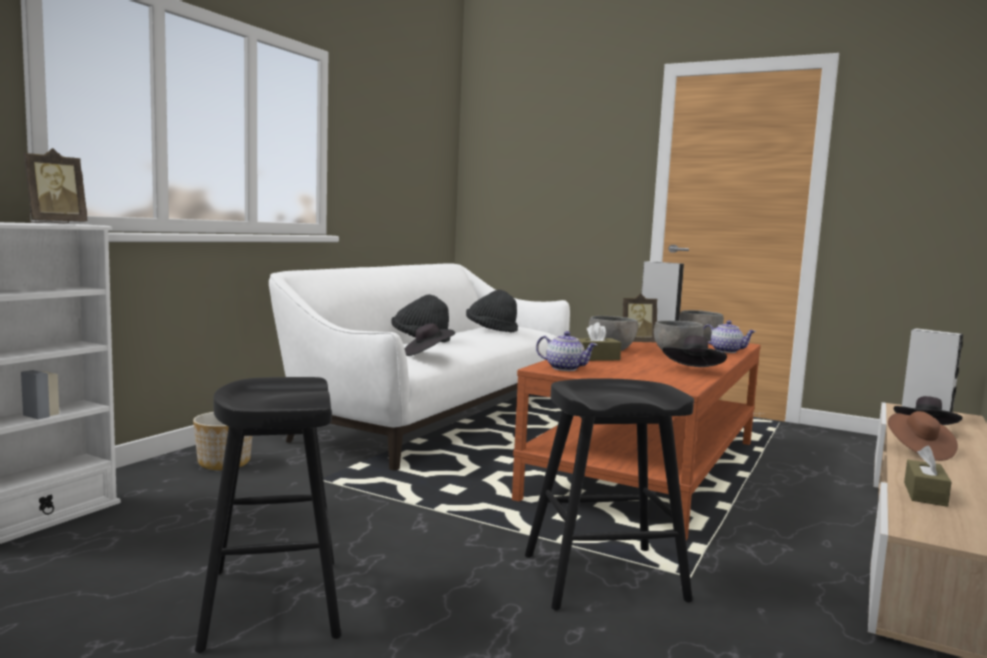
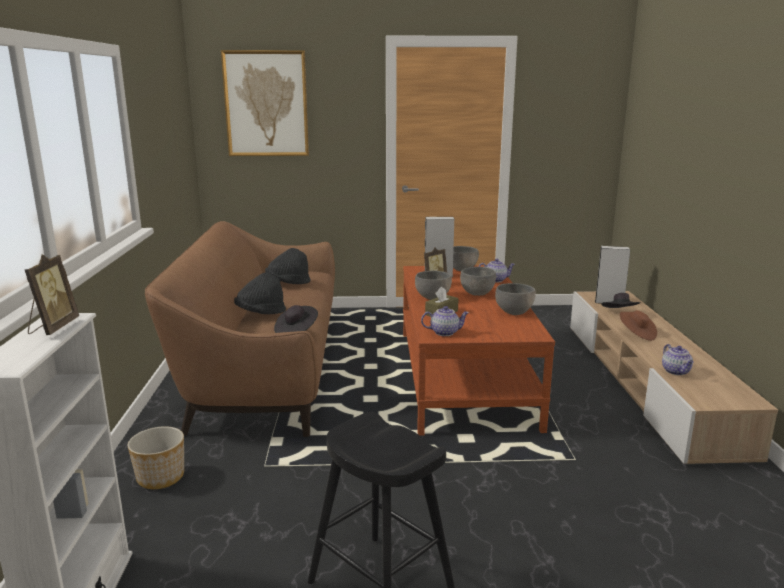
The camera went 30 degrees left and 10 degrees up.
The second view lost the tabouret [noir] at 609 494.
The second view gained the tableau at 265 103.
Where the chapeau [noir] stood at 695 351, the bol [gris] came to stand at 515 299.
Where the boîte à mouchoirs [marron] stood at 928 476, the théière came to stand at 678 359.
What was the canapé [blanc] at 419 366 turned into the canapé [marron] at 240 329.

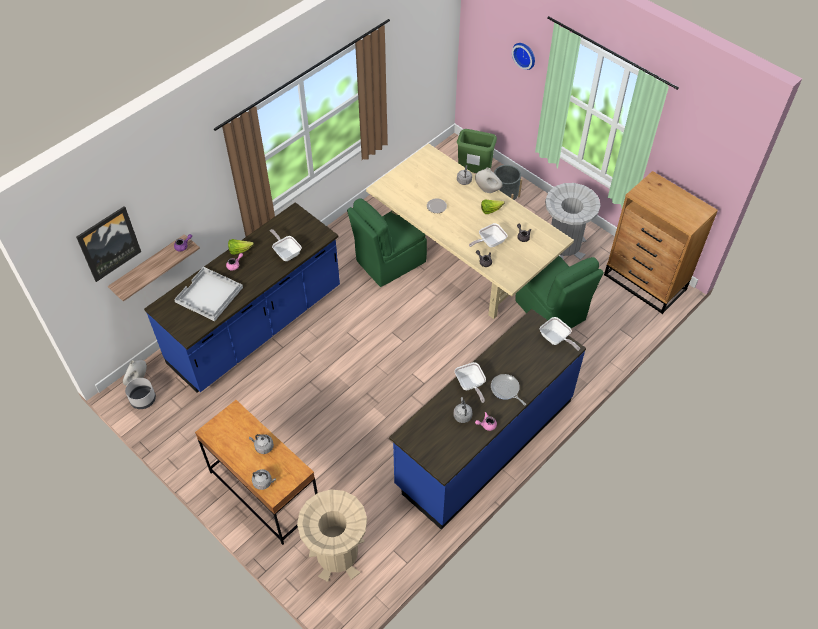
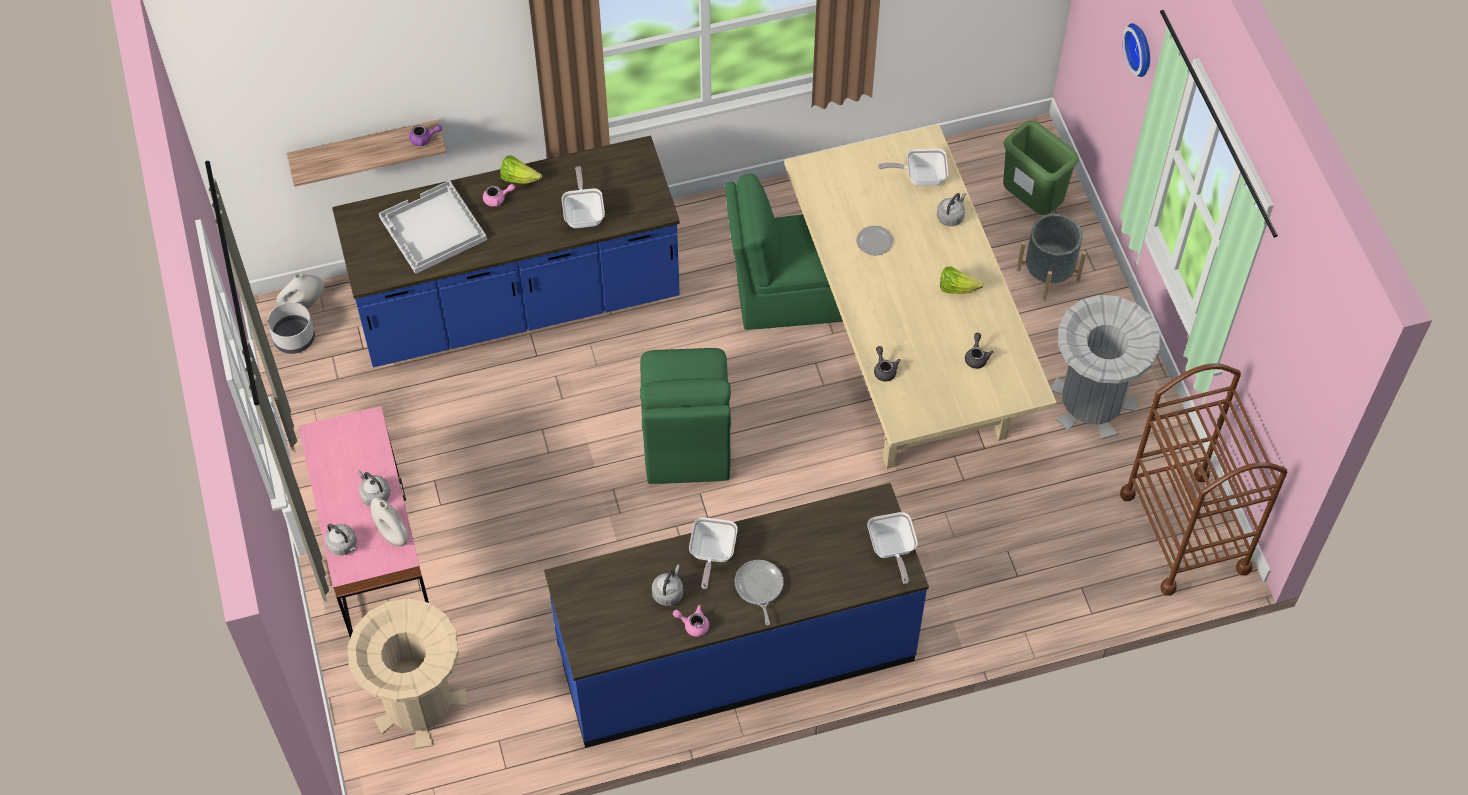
The camera went 30 degrees right and 5 degrees up.
The second view lost the tableau at 108 244.
The poêle ended up elsewhere, having gone from 488 235 to 913 167.
The vase [blanc] ended up elsewhere, having gone from 489 180 to 389 521.
The chaise [vert] ended up elsewhere, having gone from 559 292 to 685 416.
Where the commode [marron] stood at 661 242, the chariot [marron] came to stand at 1204 479.
What was the bureau [marron] at 256 472 turned into the bureau [rose] at 363 522.

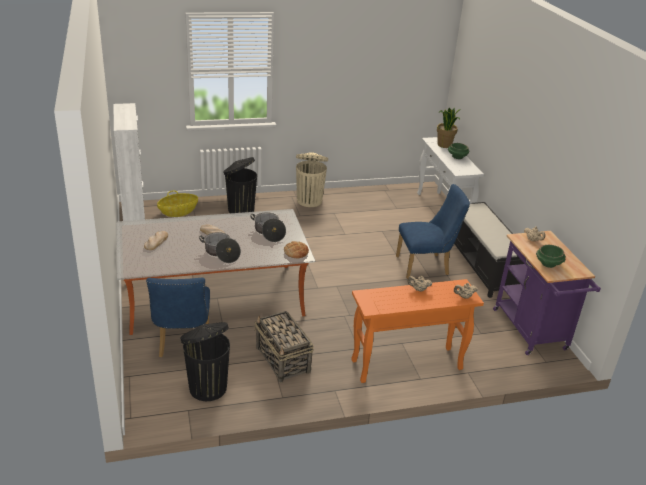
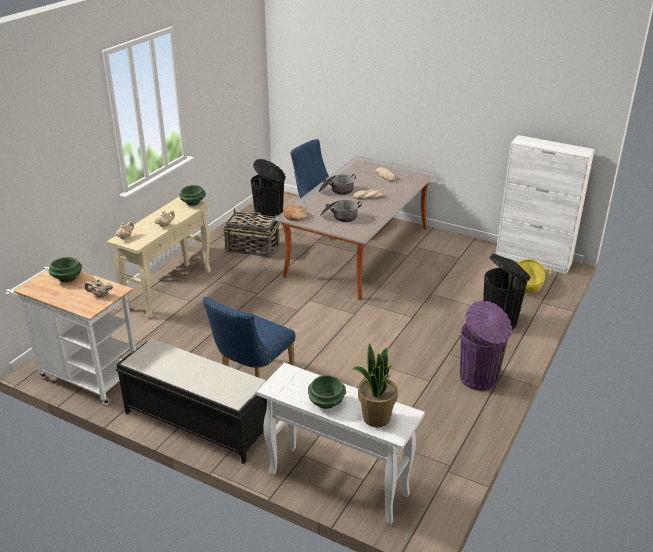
The camera went 135 degrees right and 0 degrees up.
The second view gained the bol [vert] at 192 195.
What was the poubelle [beige] at 312 179 turned into the poubelle [violet] at 486 346.
What was the table console [orange] at 417 331 turned into the table console [beige] at 159 258.
What was the chariot [violet] at 547 293 turned into the chariot [blanc] at 70 336.

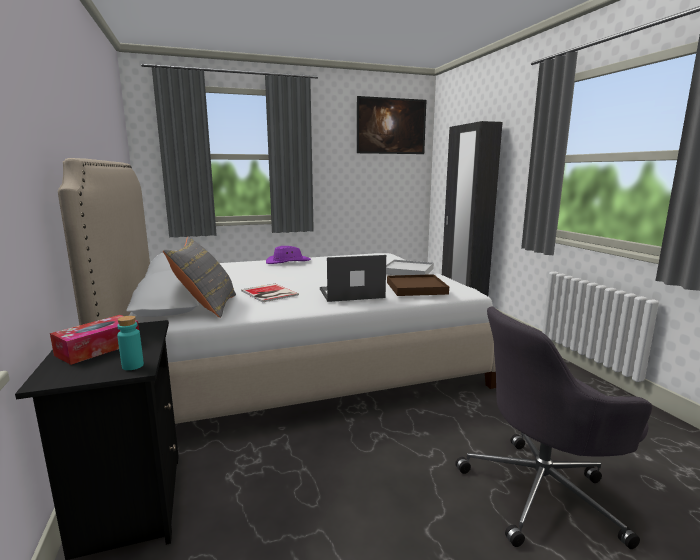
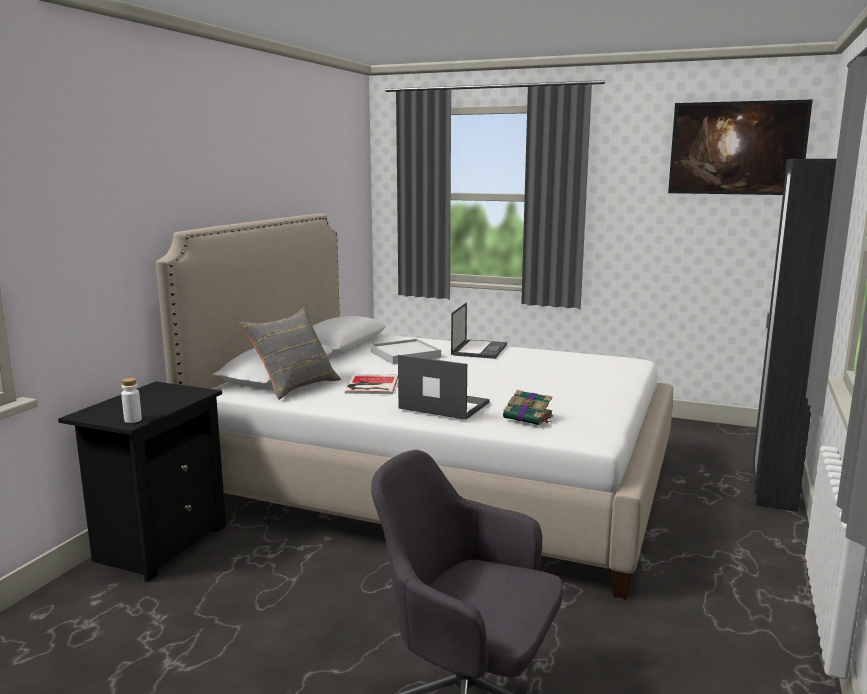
The camera went 40 degrees right and 0 degrees up.
The second view lost the boîte à mouchoirs at 94 340.
The plateau [blanc] ended up elsewhere, having gone from 410 267 to 406 351.
Where the chapeau [violet] stood at 288 255, the ordinateur portable came to stand at 479 331.
Where the plateau [marron] stood at 418 285, the livre came to stand at 528 407.
What was the bouteille [turquoise] at 130 343 turned into the bouteille [blanc] at 131 400.

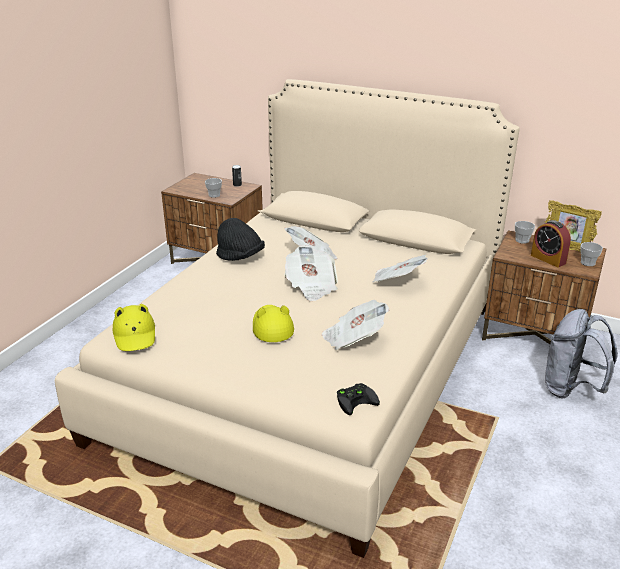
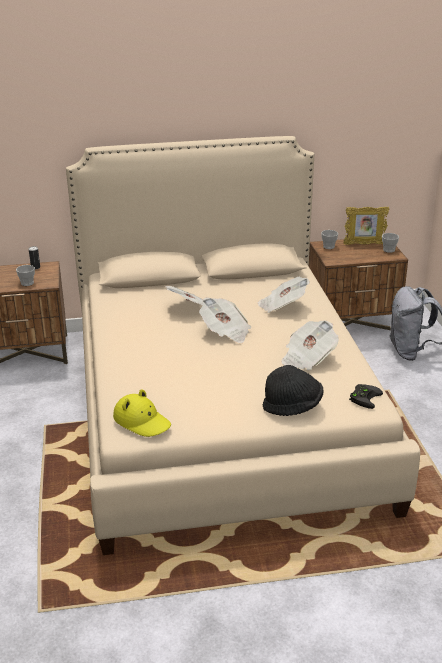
The camera went 35 degrees left and 0 degrees up.
The second view lost the chapeau [jaune] at 273 323.
The second view lost the réveil at 551 243.
The chapeau [noir] ended up elsewhere, having gone from 240 239 to 293 390.

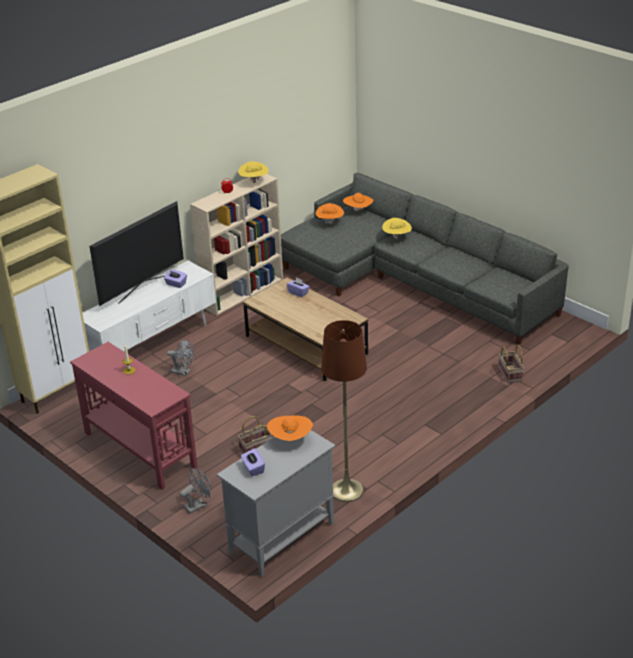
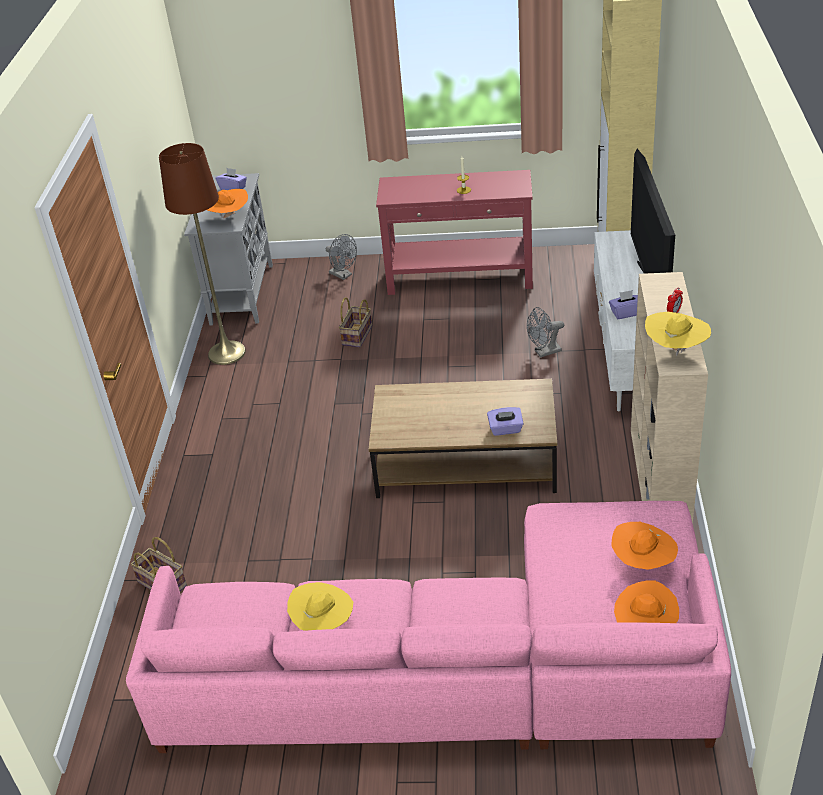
The camera went 140 degrees right and 5 degrees up.
The chapeau [jaune] ended up elsewhere, having gone from 397 228 to 320 606.
What was the canapé [gris] at 425 259 turned into the canapé [rose] at 428 627.
The ventilateur [gris] at 196 491 ended up facing another way, 60 degrees counterclockwise from before.

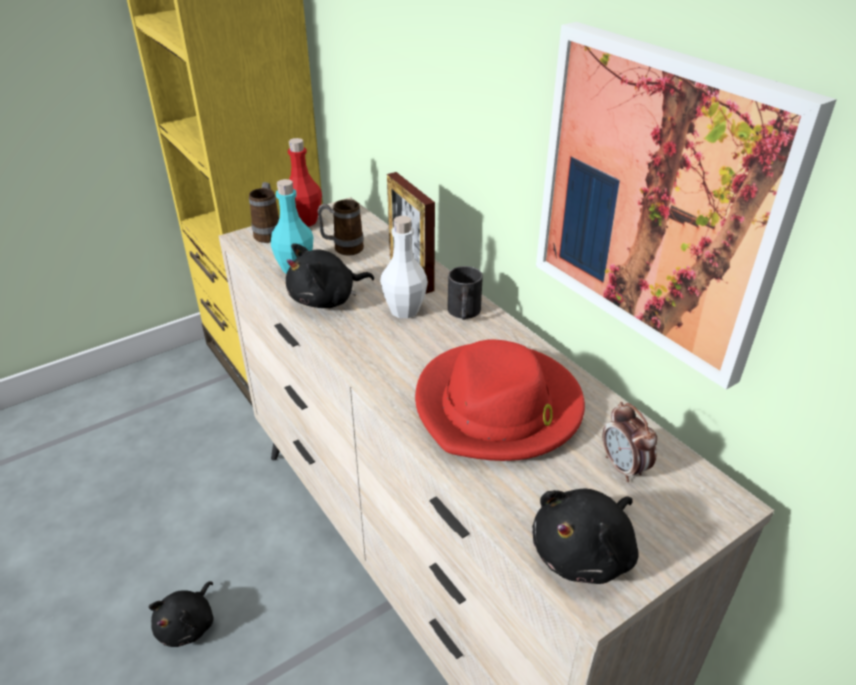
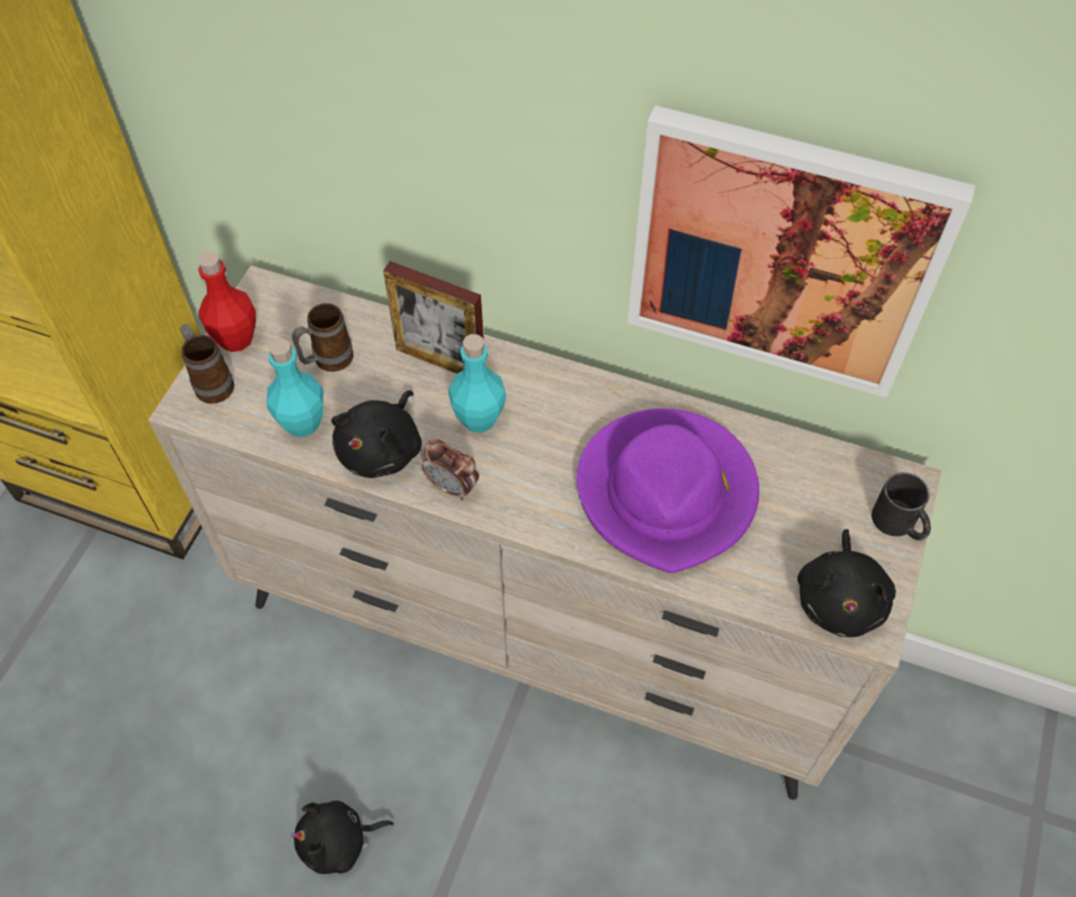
The camera went 35 degrees left and 20 degrees up.
The mug [noir] ended up elsewhere, having gone from 465 293 to 901 506.
The réveil ended up elsewhere, having gone from 630 442 to 450 470.
What was the bouteille [blanc] at 404 267 turned into the bouteille [turquoise] at 477 383.
What was the chapeau [rouge] at 500 400 turned into the chapeau [violet] at 668 490.
The peluche [noir] at 181 614 ended up facing another way, 90 degrees clockwise from before.

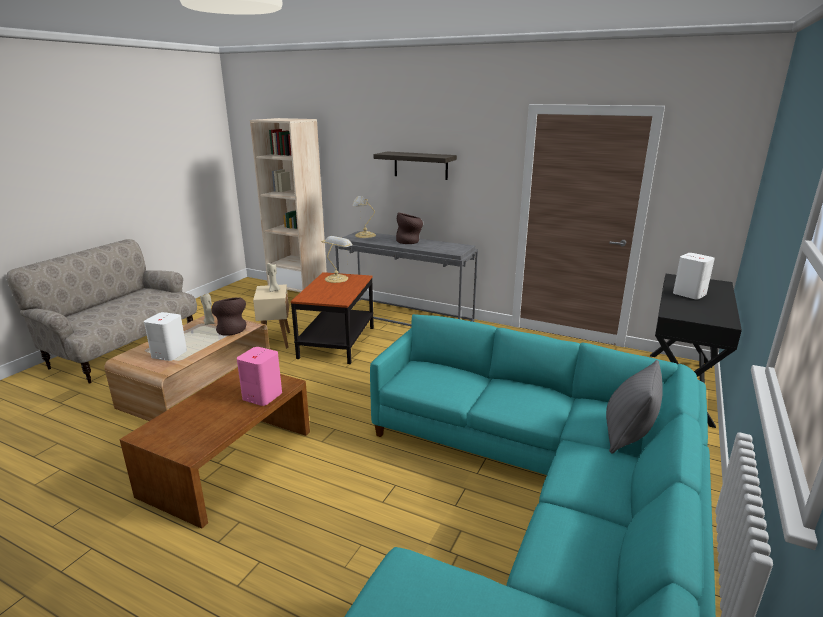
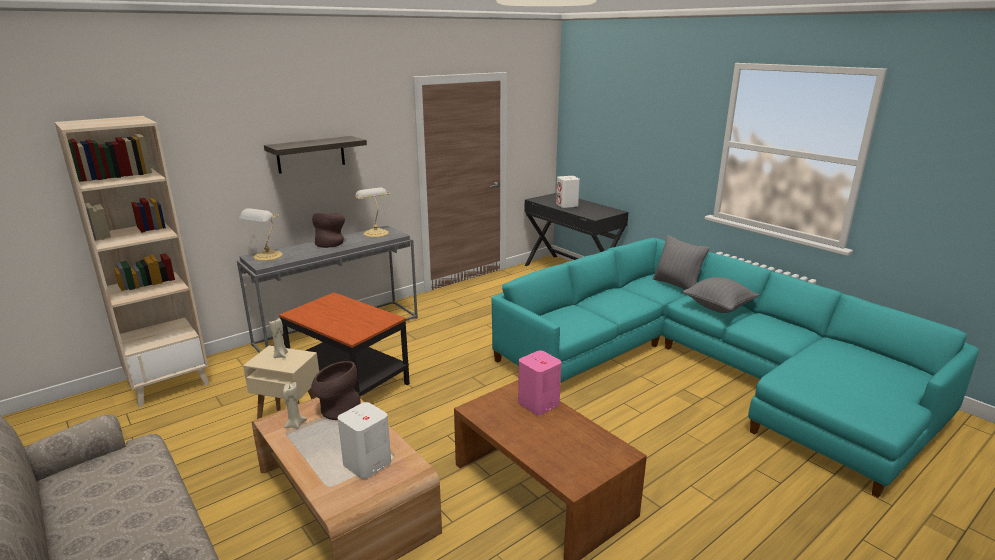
The camera went 65 degrees left and 0 degrees up.
The second view gained the coussin [gris] at 720 295.
The lampe de table ended up elsewhere, having gone from 337 259 to 372 212.

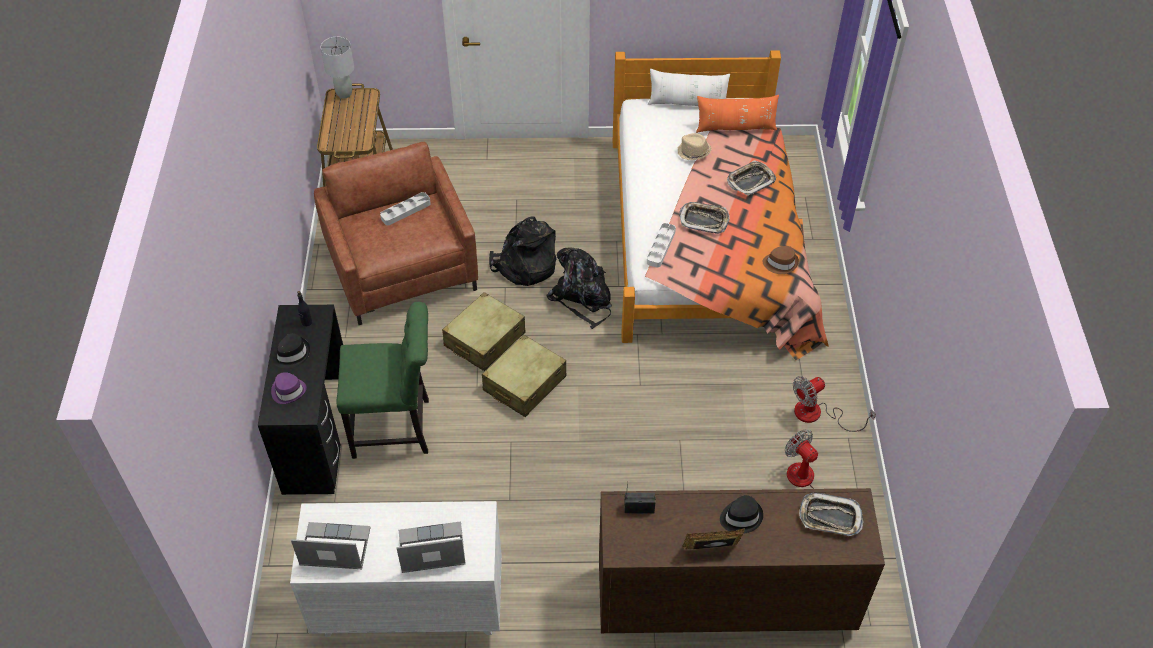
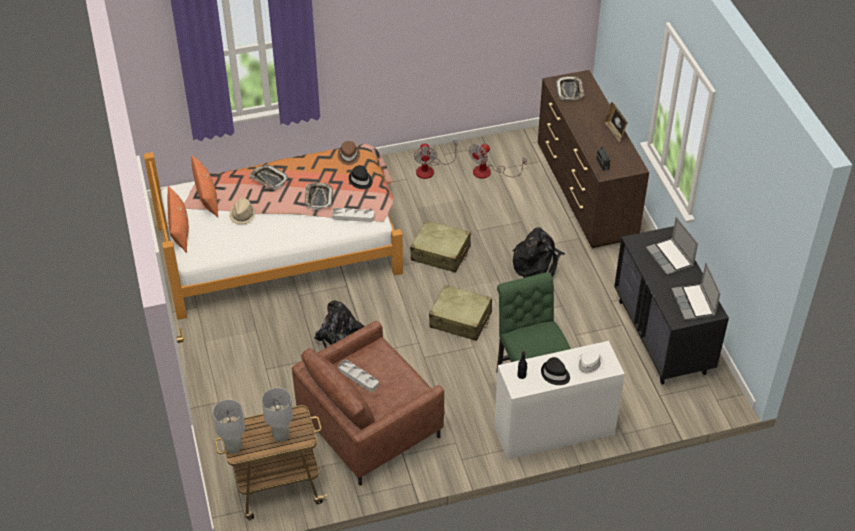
The camera went 105 degrees left and 5 degrees down.
The second view gained the lampe de table [gris] at 277 415.
The valise [beige] ended up elsewhere, having gone from 484 331 to 440 246.
The sac à dos [noir] ended up elsewhere, having gone from 579 288 to 539 252.
The chapeau [noir] ended up elsewhere, having gone from 741 514 to 361 177.
What was the bureau [noir] at 300 400 turned into the bureau [blanc] at 559 400.
What was the chapeau [violet] at 289 388 turned into the chapeau [blanc] at 589 362.
What was the commode [blanc] at 396 569 turned into the commode [noir] at 671 305.
What was the coussin [blanc] at 689 87 turned into the coussin [orange] at 178 219.
The ventilateur at 834 404 ended up facing another way, 45 degrees clockwise from before.

